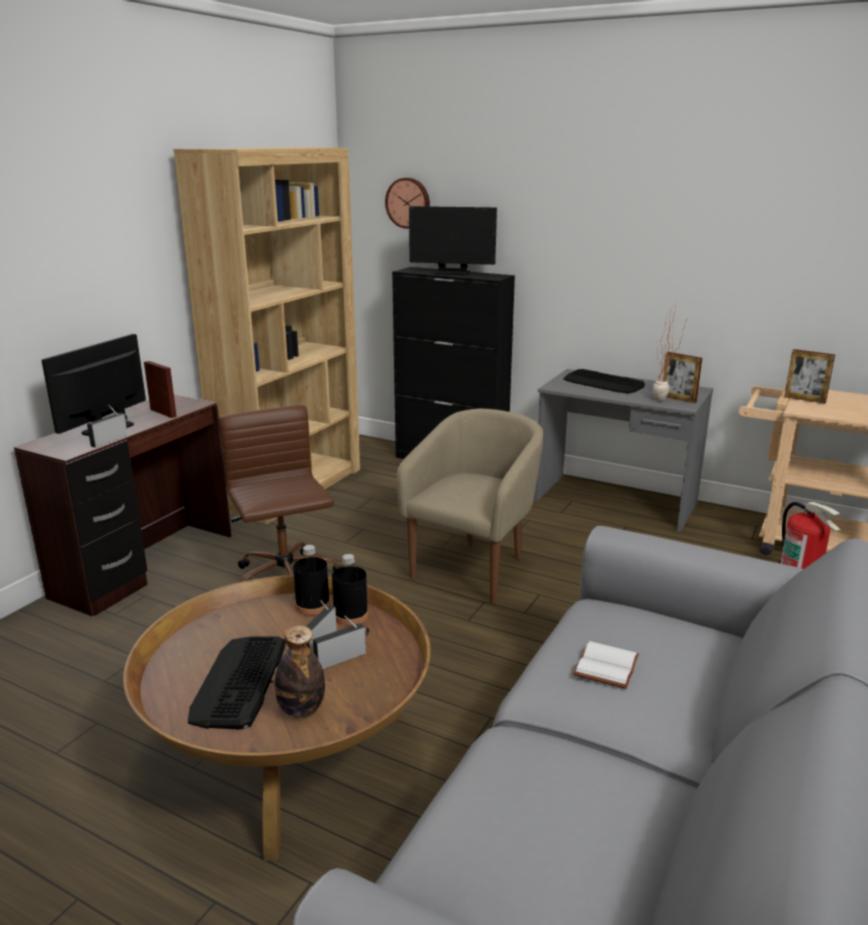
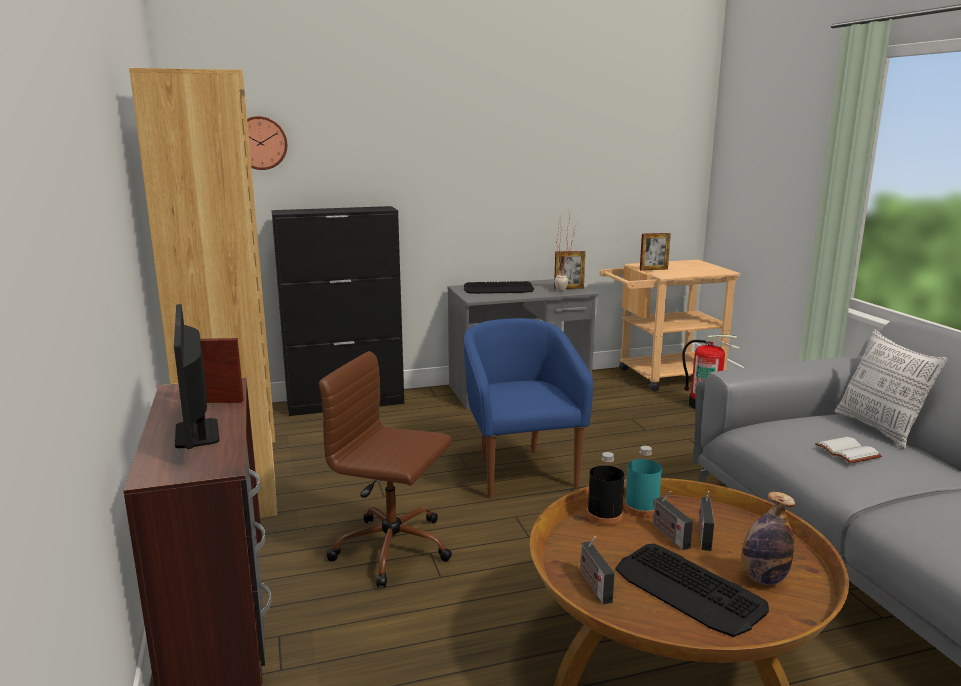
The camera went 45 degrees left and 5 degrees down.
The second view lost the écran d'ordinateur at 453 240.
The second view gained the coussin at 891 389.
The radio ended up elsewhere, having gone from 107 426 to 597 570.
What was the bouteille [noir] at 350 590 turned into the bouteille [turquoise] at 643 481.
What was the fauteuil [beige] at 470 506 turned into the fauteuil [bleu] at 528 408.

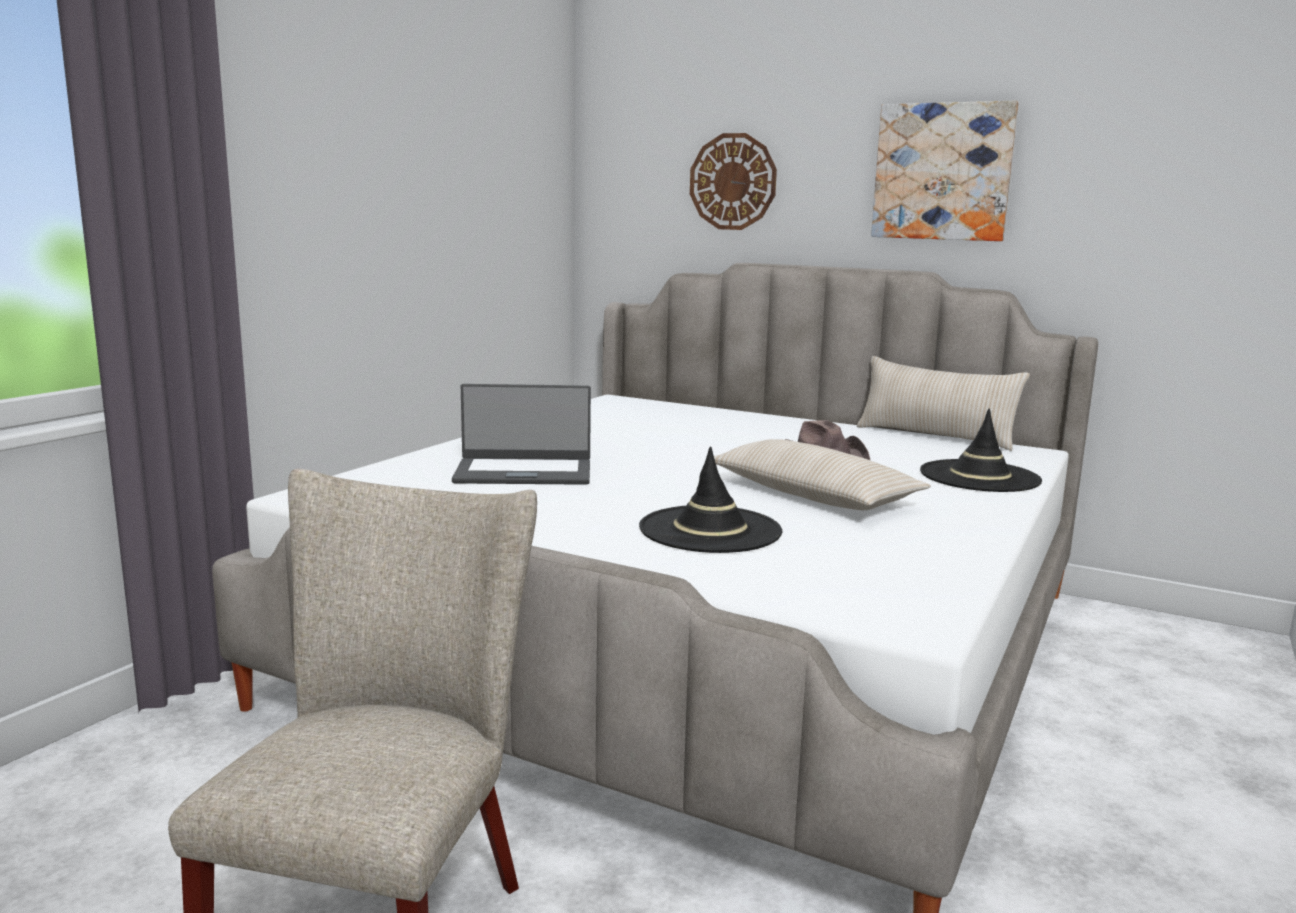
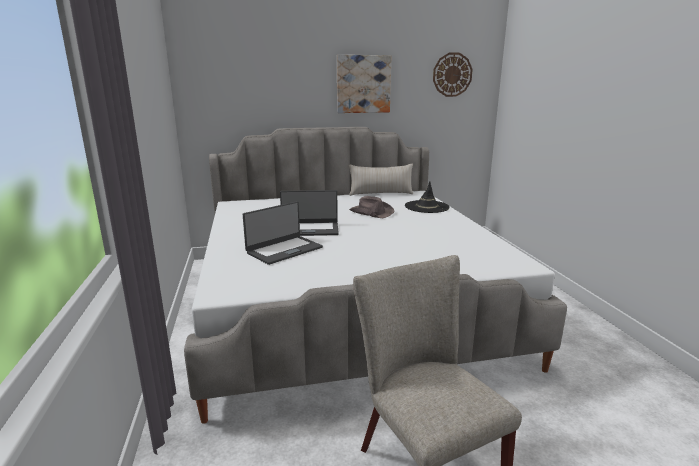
The camera went 40 degrees left and 5 degrees up.
The second view lost the chapeau [noir] at 710 499.
The second view lost the coussin [beige] at 822 474.
The second view gained the ordinateur portable at 309 213.
The horloge murale ended up elsewhere, having gone from 733 181 to 453 75.

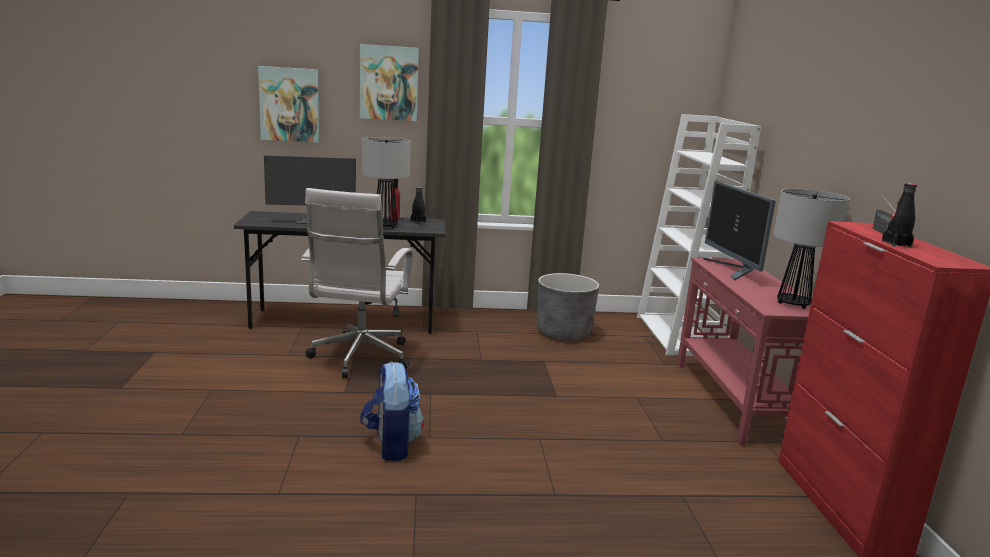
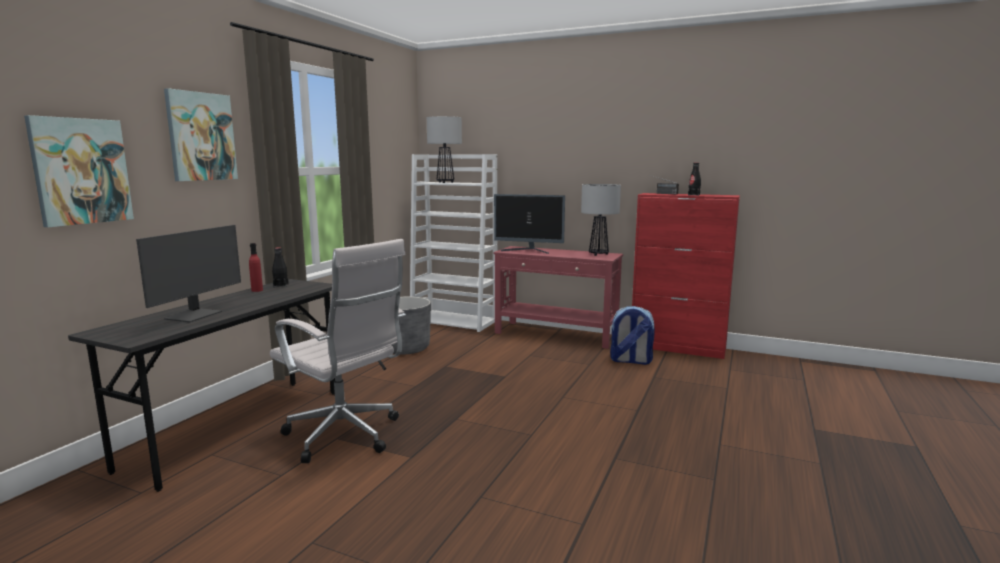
The camera went 60 degrees left and 5 degrees down.
The sac à dos ended up elsewhere, having gone from 392 411 to 632 335.
The lampe de table ended up elsewhere, having gone from 386 182 to 444 149.

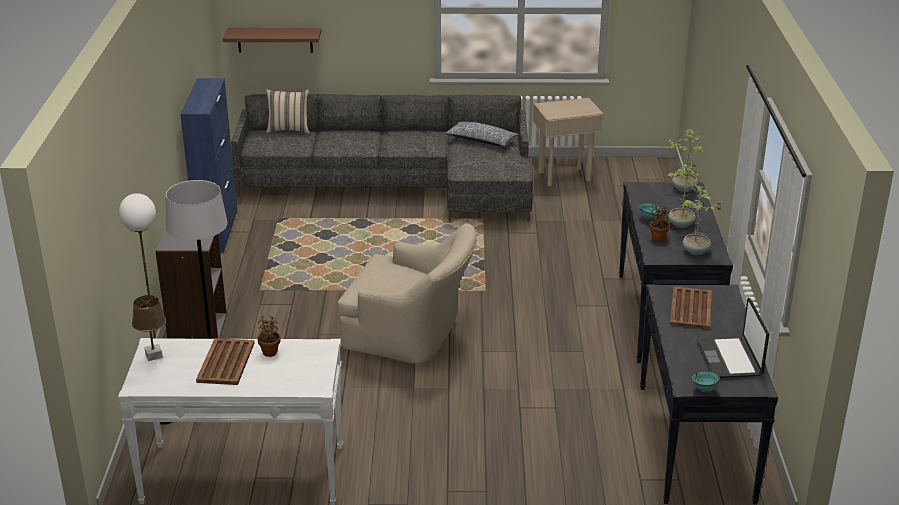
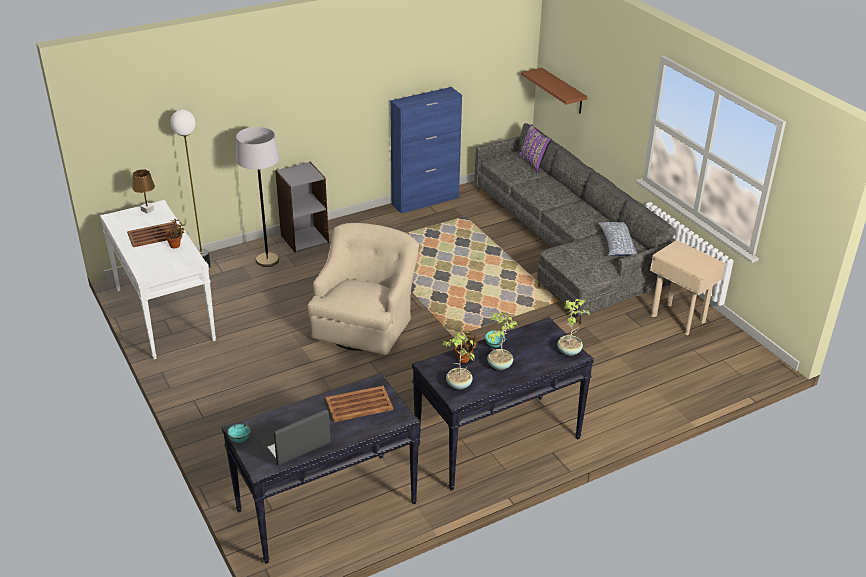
The camera went 60 degrees right and 5 degrees up.
What was the coussin [beige] at 288 111 turned into the coussin [violet] at 535 148.
The fauteuil [beige] at 407 293 ended up facing another way, 150 degrees counterclockwise from before.

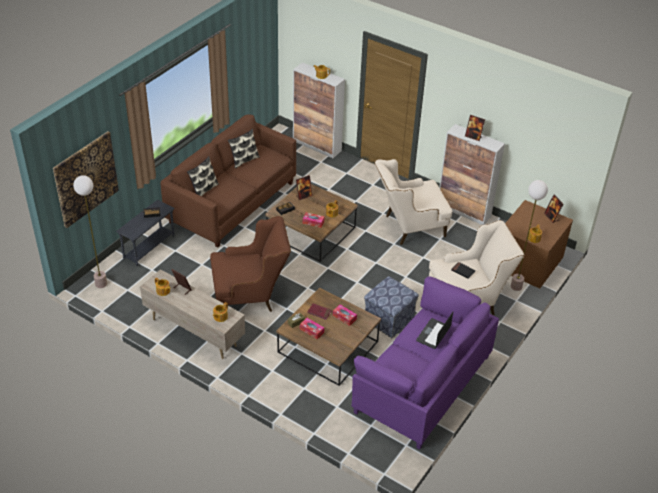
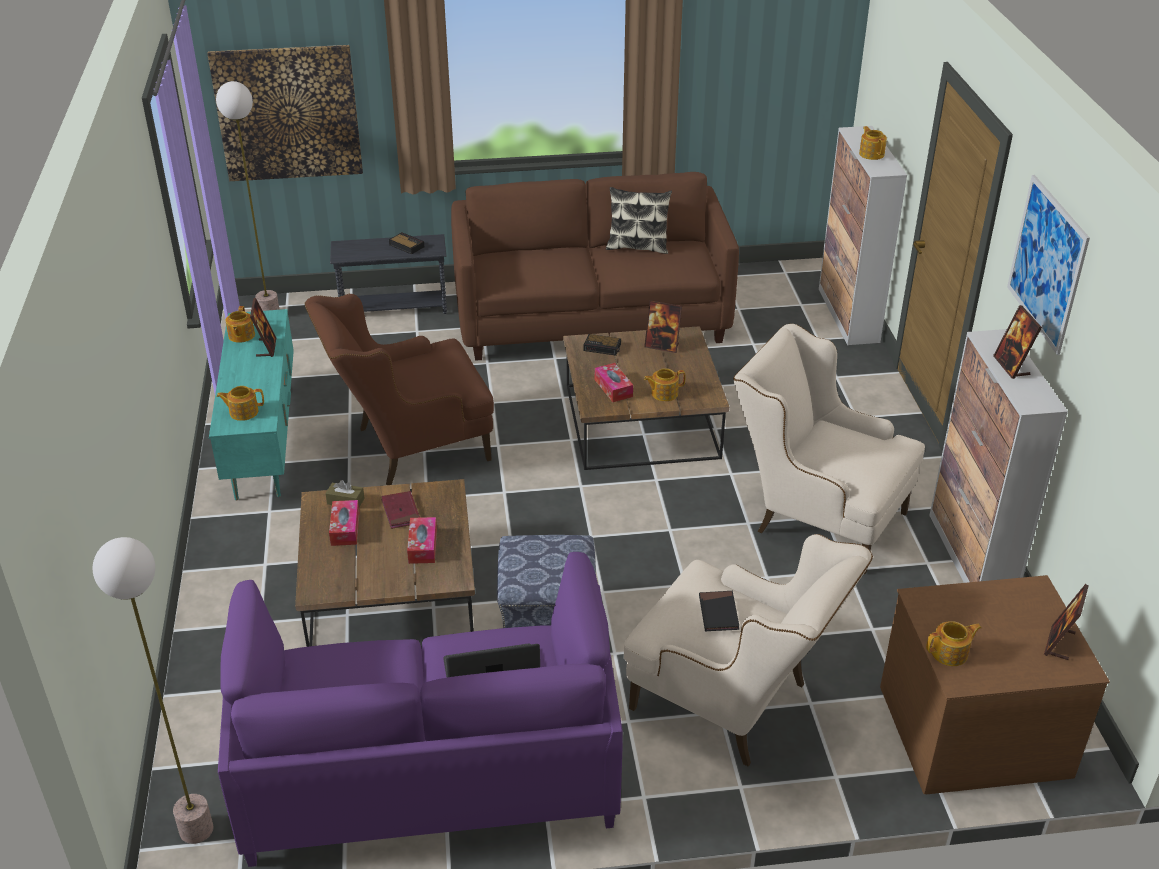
The camera went 50 degrees right and 5 degrees down.
The second view lost the coussin at 203 176.
The second view gained the tableau at 1048 265.
The lampadaire ended up elsewhere, having gone from 529 235 to 153 690.
What was the meuble télé [beige] at 192 314 turned into the meuble télé [turquoise] at 251 404.
The fauteuil [marron] at 250 264 ended up facing another way, 120 degrees clockwise from before.

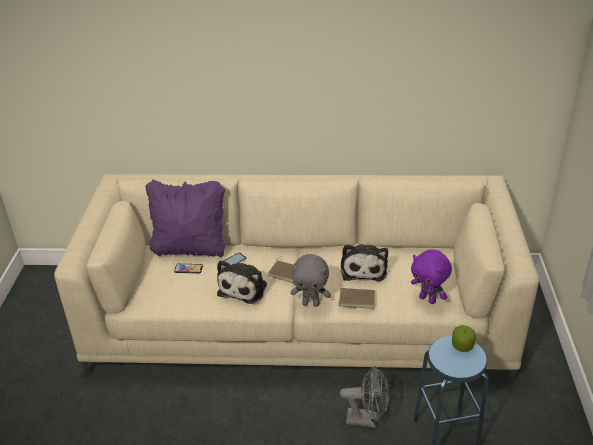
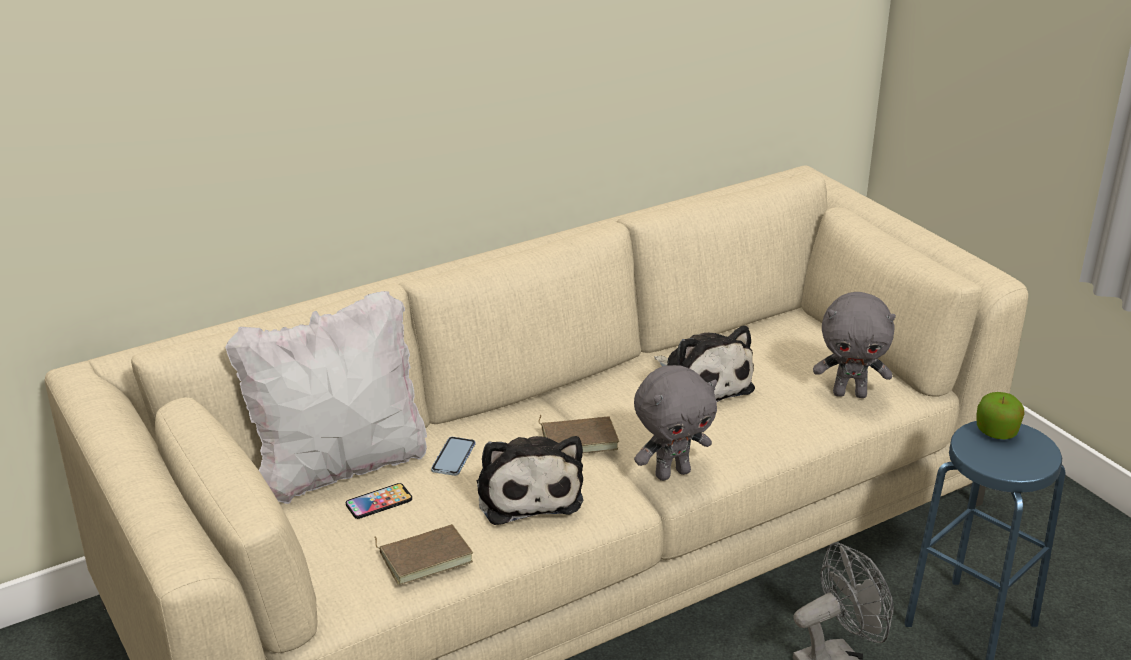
The camera went 35 degrees left and 5 degrees down.
The livre [marron] ended up elsewhere, having gone from 356 296 to 423 554.
What was the coussin [violet] at 185 218 turned into the coussin [blanc] at 326 397.
What was the peluche [violet] at 431 277 turned into the peluche [gris] at 854 345.

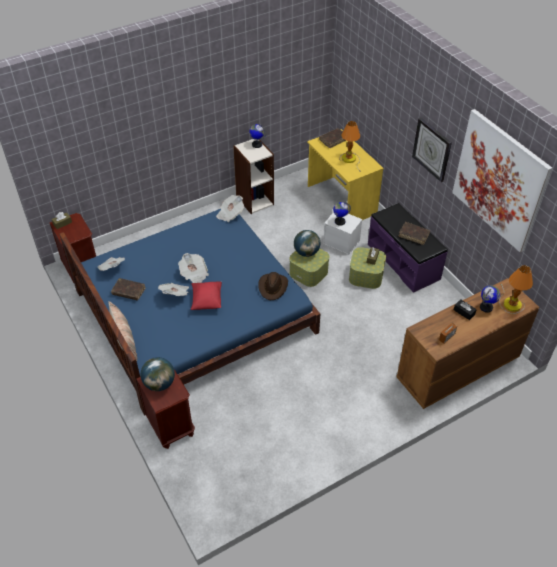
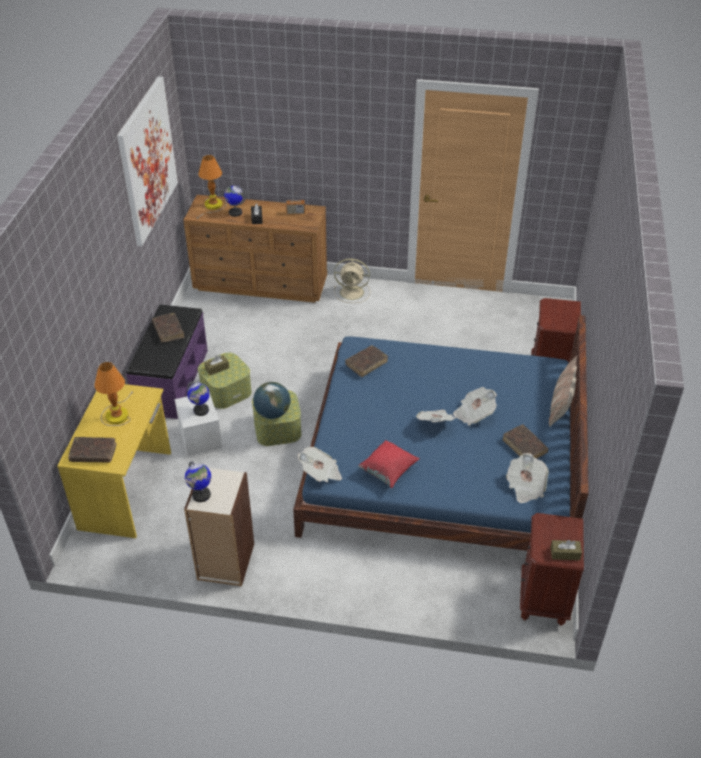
The camera went 140 degrees left and 5 degrees down.
The second view lost the globe at 158 374.
The second view lost the horloge murale at 432 150.
The second view gained the ventilateur [beige] at 352 280.
The coussin [rouge] ended up elsewhere, having gone from 206 295 to 389 464.
Where the chapeau [marron] stood at 273 286, the livre [marron] came to stand at 366 361.

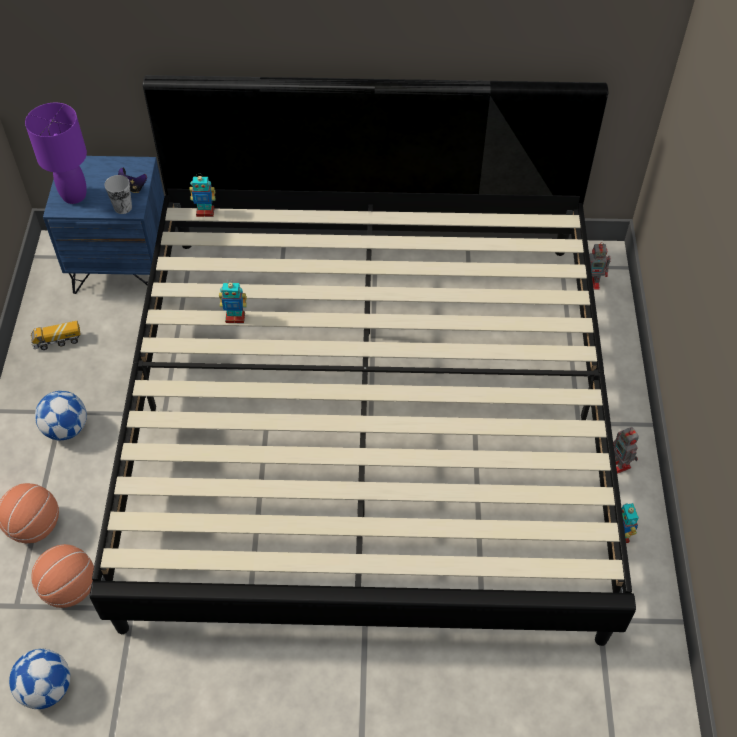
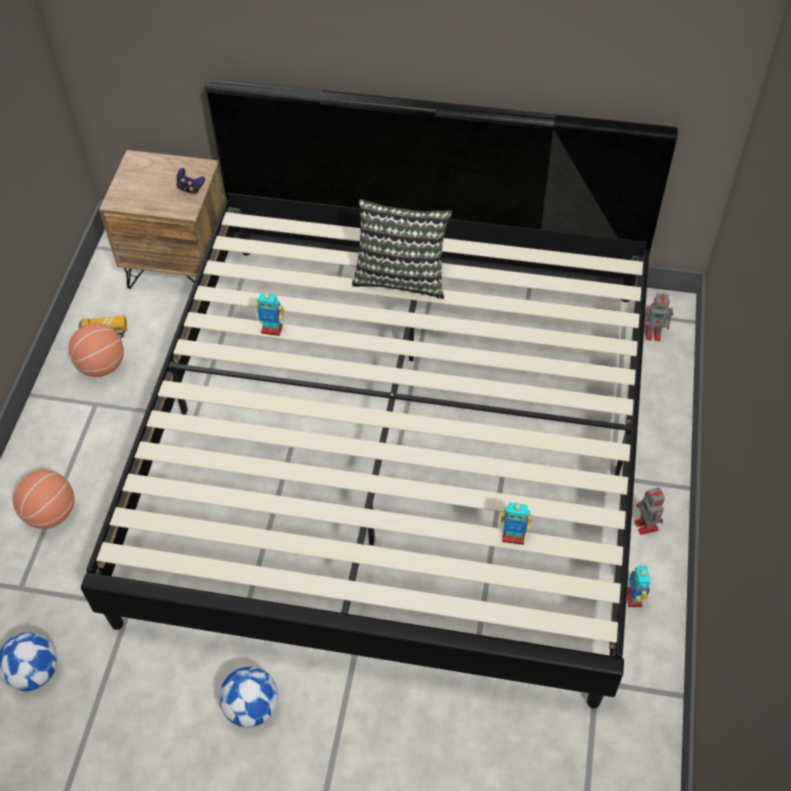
The camera went 10 degrees right and 0 degrees up.
The second view lost the lampe de table [violet] at 56 153.
The second view lost the tasse at 118 194.
The second view gained the coussin at 402 249.
The ballon de basket ended up elsewhere, having gone from 62 576 to 96 350.
The ballon de foot ended up elsewhere, having gone from 61 415 to 248 697.
The robot jouet ended up elsewhere, having gone from 202 195 to 516 523.
What was the table de chevet [bleu] at 104 225 turned into the table de chevet [marron] at 162 219.

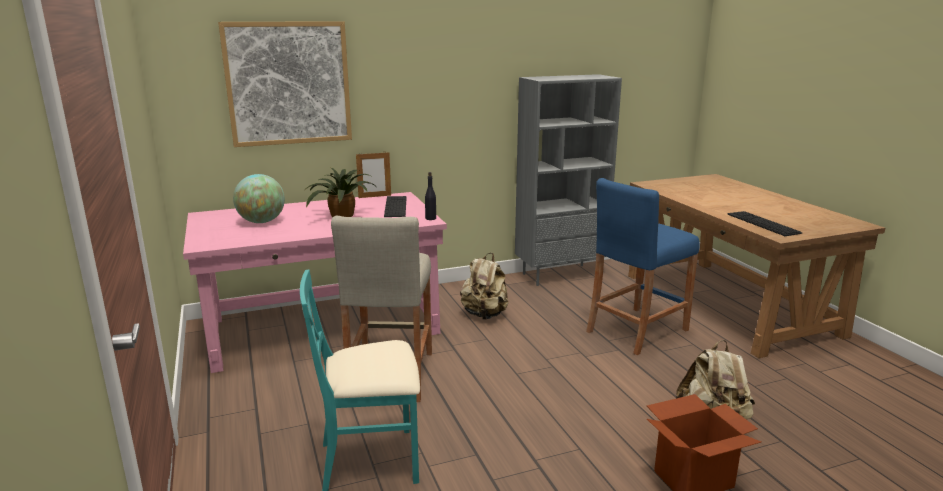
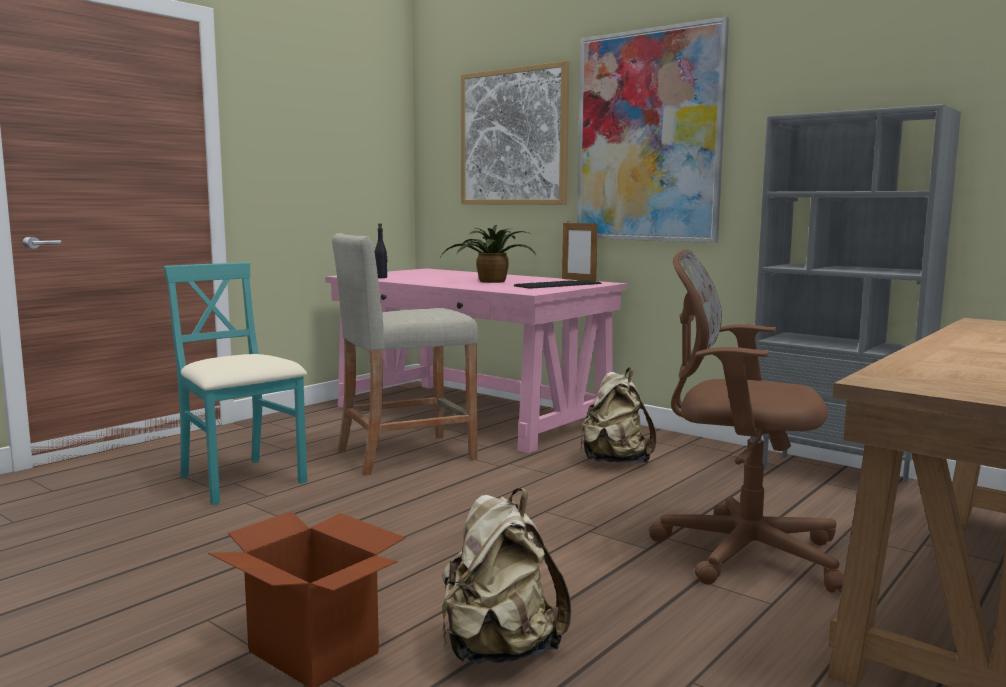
The camera went 60 degrees right and 10 degrees down.
The second view lost the globe at 259 198.
The second view lost the clavier at 764 223.
The second view gained the tableau at 653 130.
The bouteille [noir] ended up elsewhere, having gone from 430 196 to 381 251.
Where the tabouret [bleu] stood at 643 266, the chaise de bureau [marron] came to stand at 746 421.

